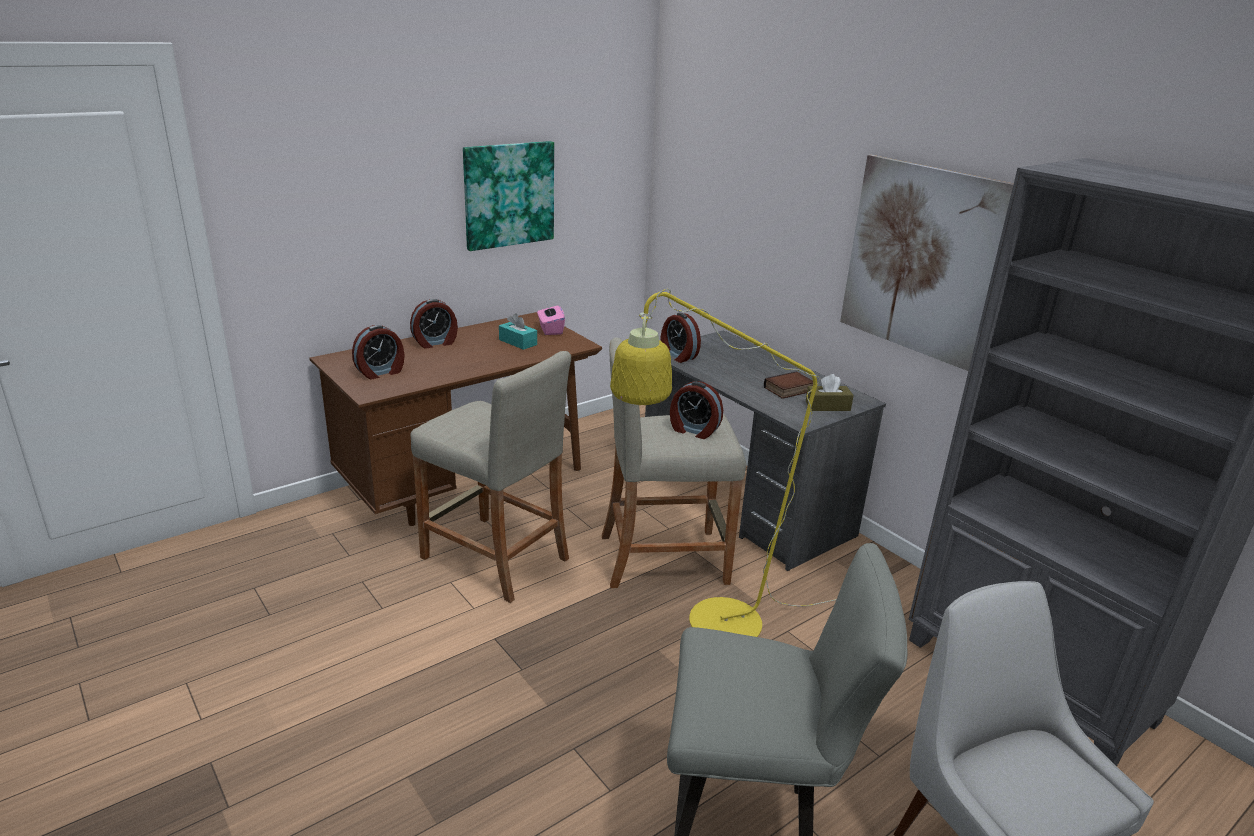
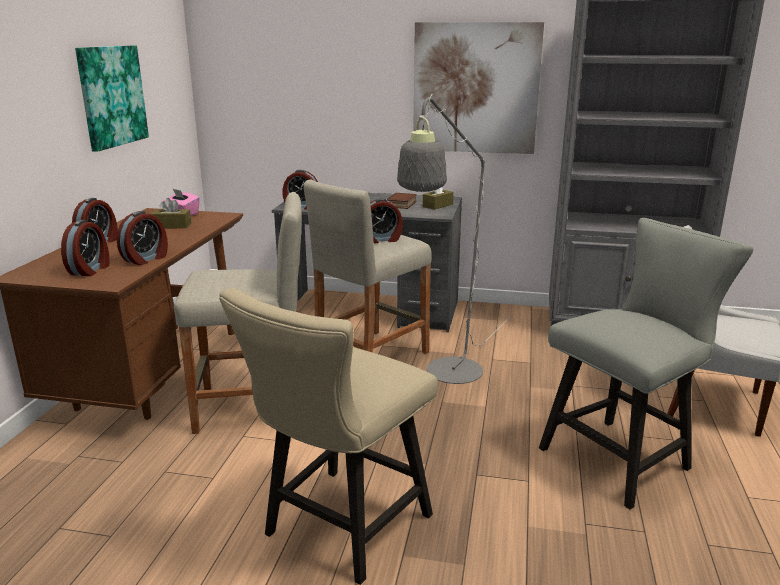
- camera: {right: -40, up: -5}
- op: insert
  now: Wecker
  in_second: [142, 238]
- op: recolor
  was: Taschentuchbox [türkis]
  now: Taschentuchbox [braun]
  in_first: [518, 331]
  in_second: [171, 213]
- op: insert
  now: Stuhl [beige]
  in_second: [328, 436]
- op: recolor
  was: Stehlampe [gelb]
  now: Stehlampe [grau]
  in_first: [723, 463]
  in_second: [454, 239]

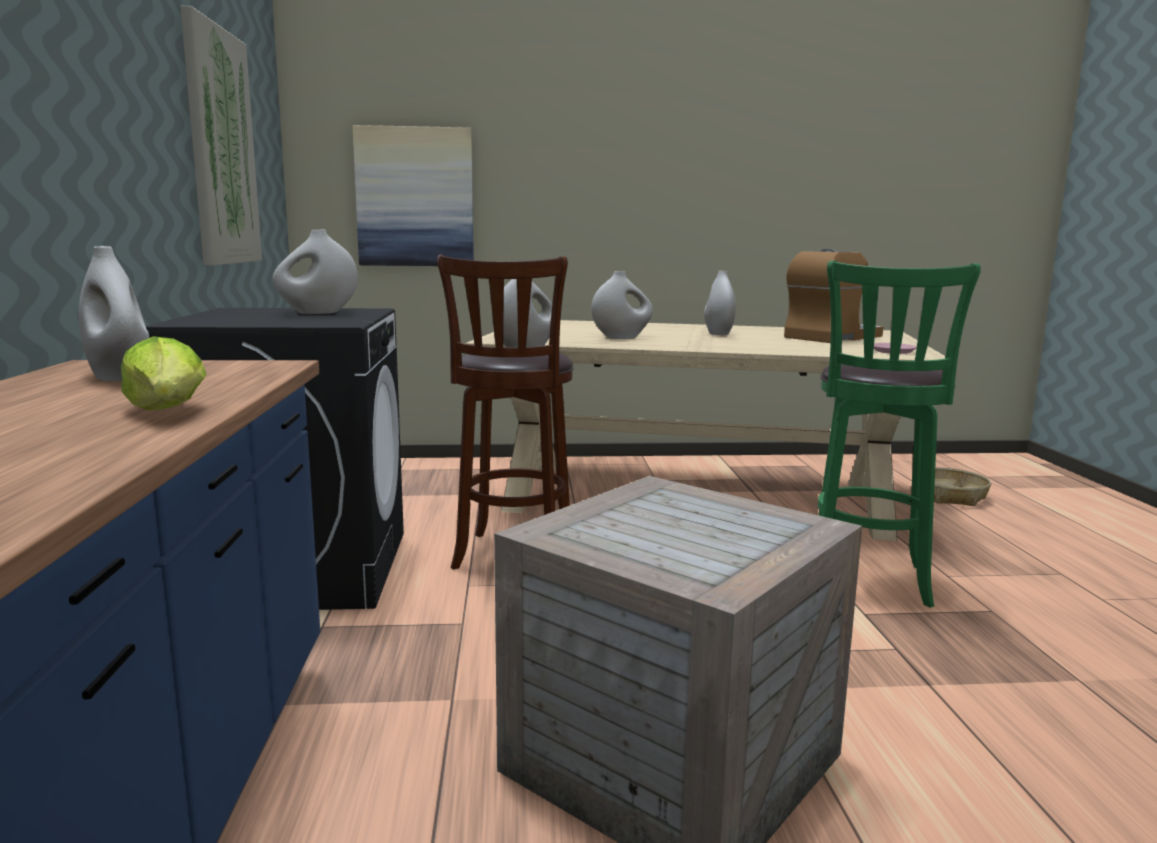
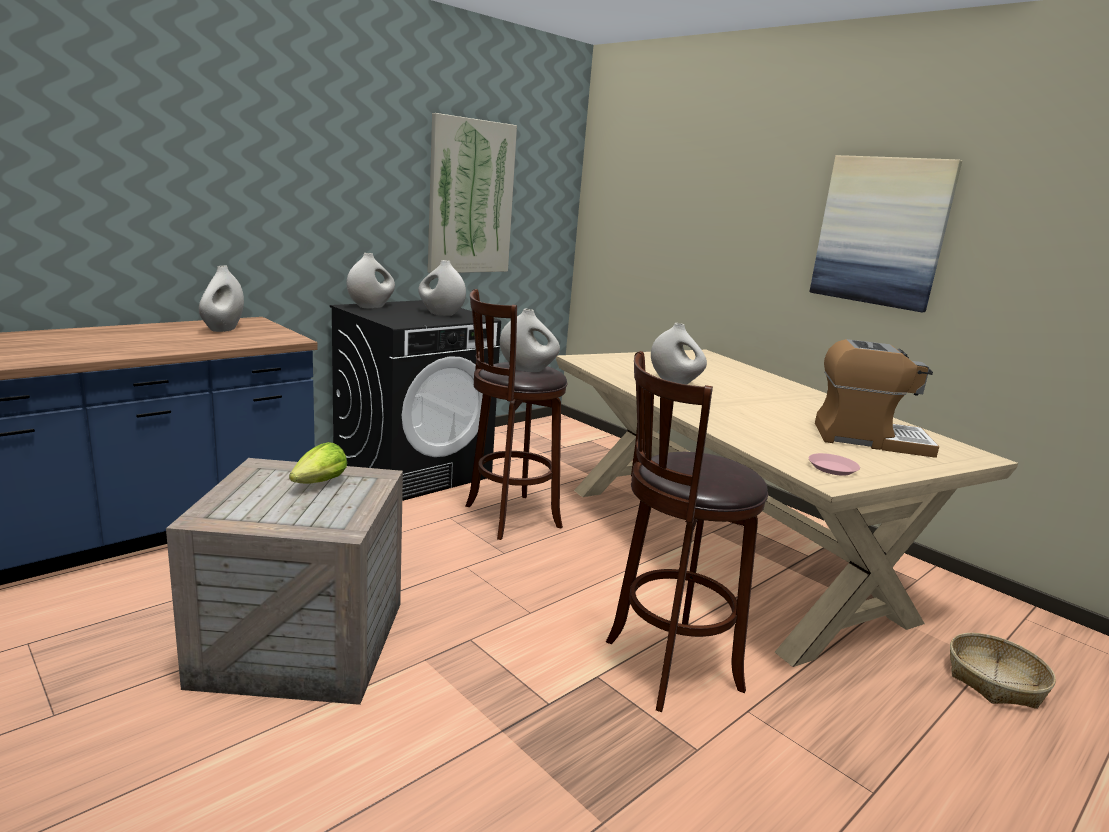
- camera: {right: 50, up: 5}
- op: move
  was: Salatkopf
  in_first: [164, 373]
  in_second: [318, 463]
- op: move
  was: Vase [weiß]
  in_first: [720, 303]
  in_second: [371, 280]
- op: recolor
  was: Hocker [grün]
  now: Hocker [braun]
  in_first: [899, 434]
  in_second: [687, 531]
- op: move
  was: Bild
  in_first: [413, 195]
  in_second: [886, 233]

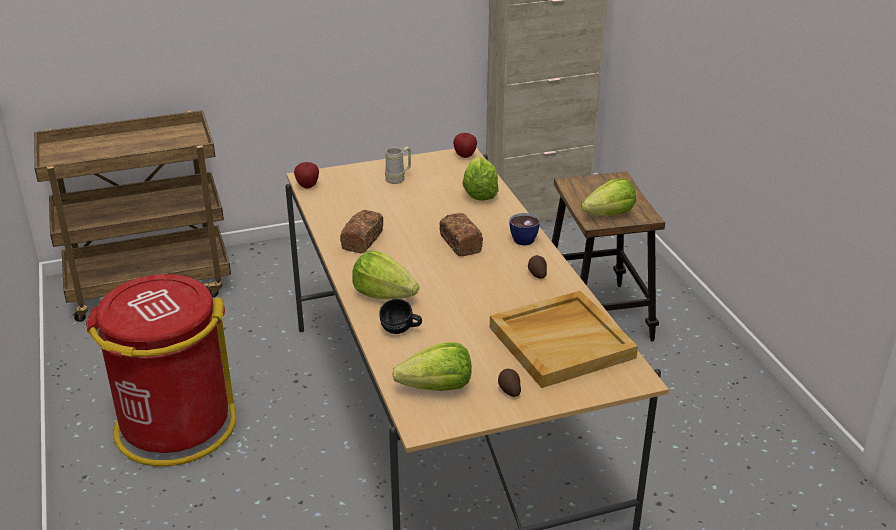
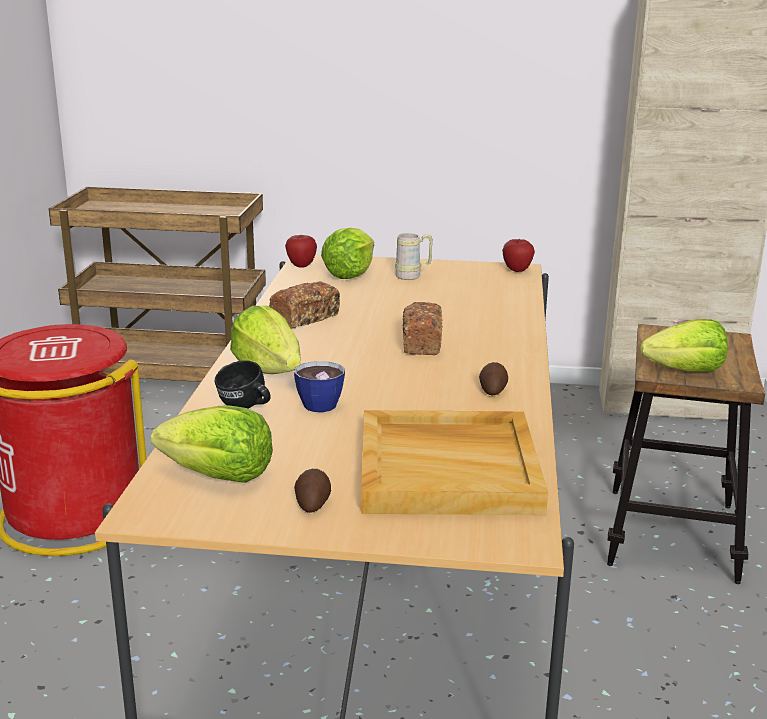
- camera: {right: 25, up: -10}
- op: move
  was: Tasse
  in_first: [524, 229]
  in_second: [319, 386]
- op: move
  was: Salatkopf
  in_first: [480, 179]
  in_second: [347, 253]

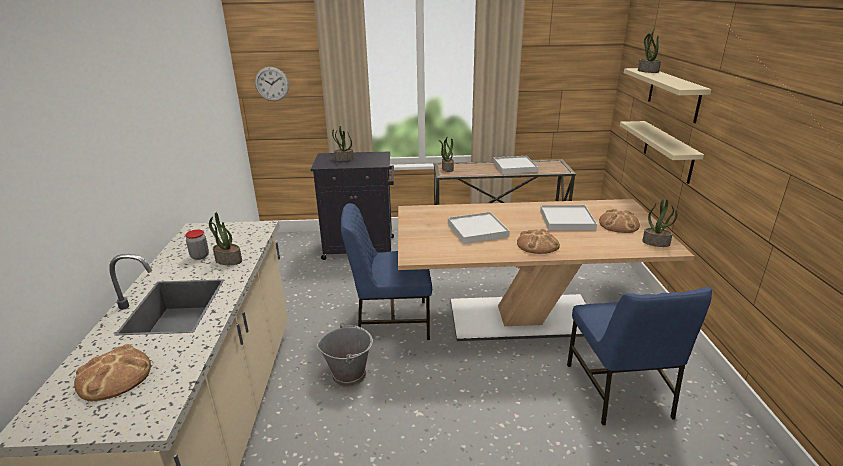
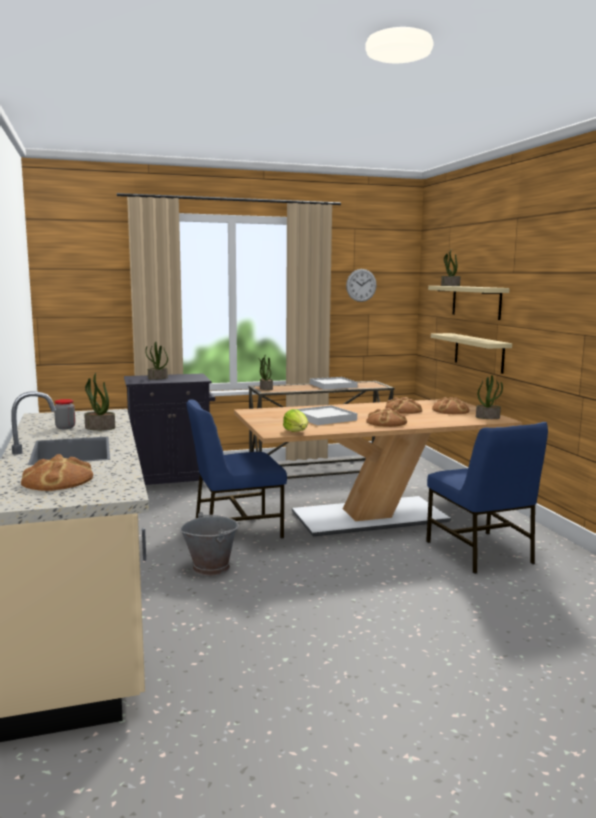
- camera: {right: -15, up: -15}
- op: insert
  now: Salatkopf
  in_second: [295, 420]
- op: move
  was: Wanduhr
  in_first: [272, 84]
  in_second: [361, 285]
- op: replace
  was: Tablett [weiß]
  now: Brot
  in_first: [568, 217]
  in_second: [403, 405]

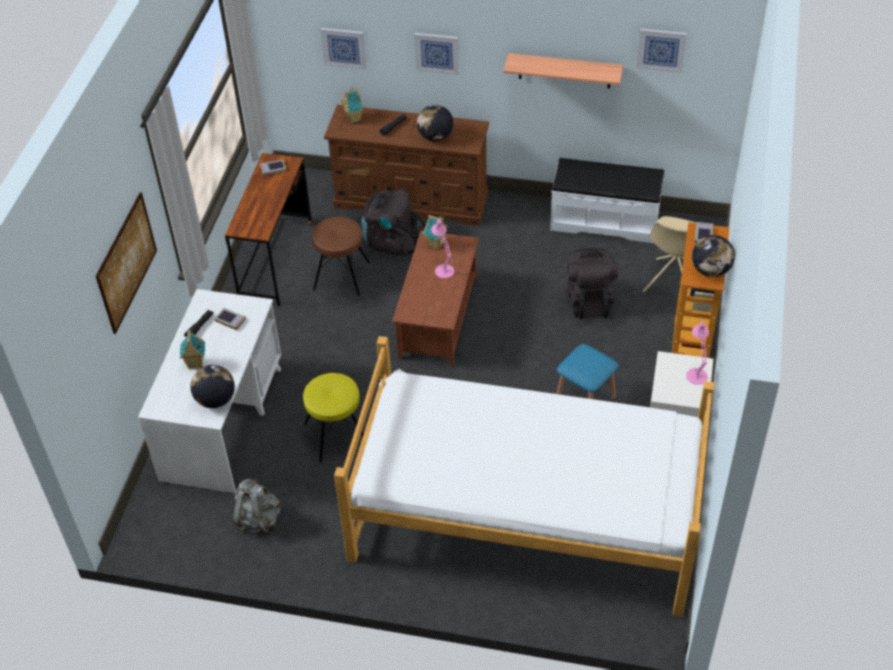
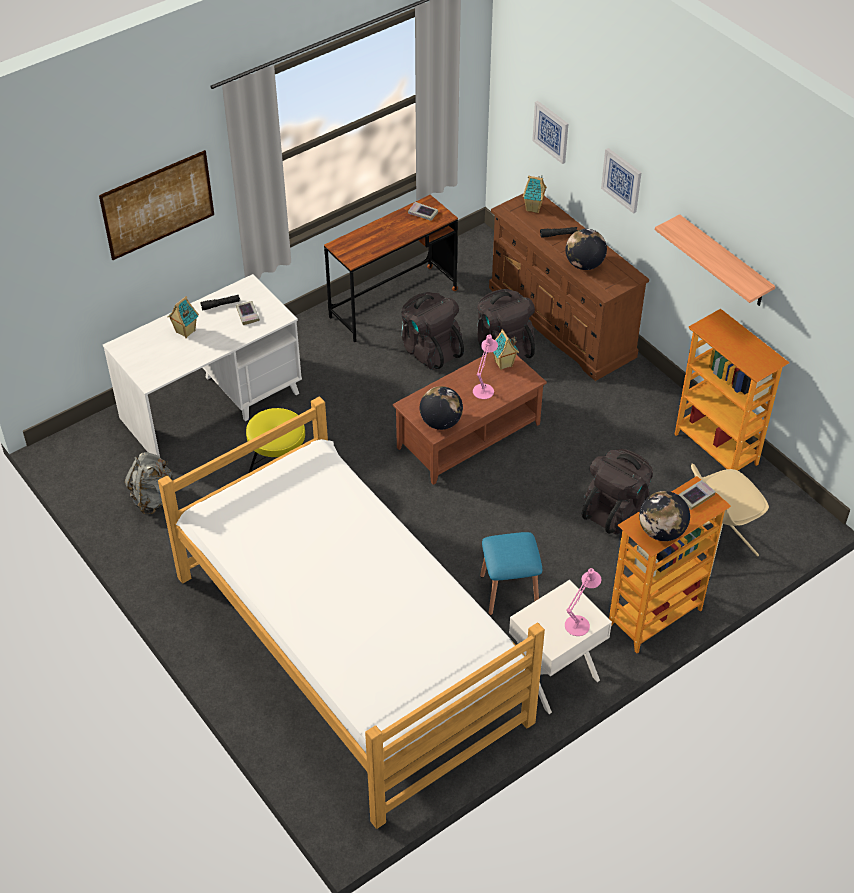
- camera: {right: 40, up: 0}
- op: replace
  was: Hocker [braun]
  now: Rucksack [schwarz]
  in_first: [341, 256]
  in_second: [432, 331]
- op: move
  was: Globus
  in_first: [212, 386]
  in_second: [441, 408]
- op: replace
  was: Bank [weiß]
  now: Bücherregal
  in_first: [607, 200]
  in_second: [732, 390]
- op: delete
  was: Bild
  in_first: [661, 50]

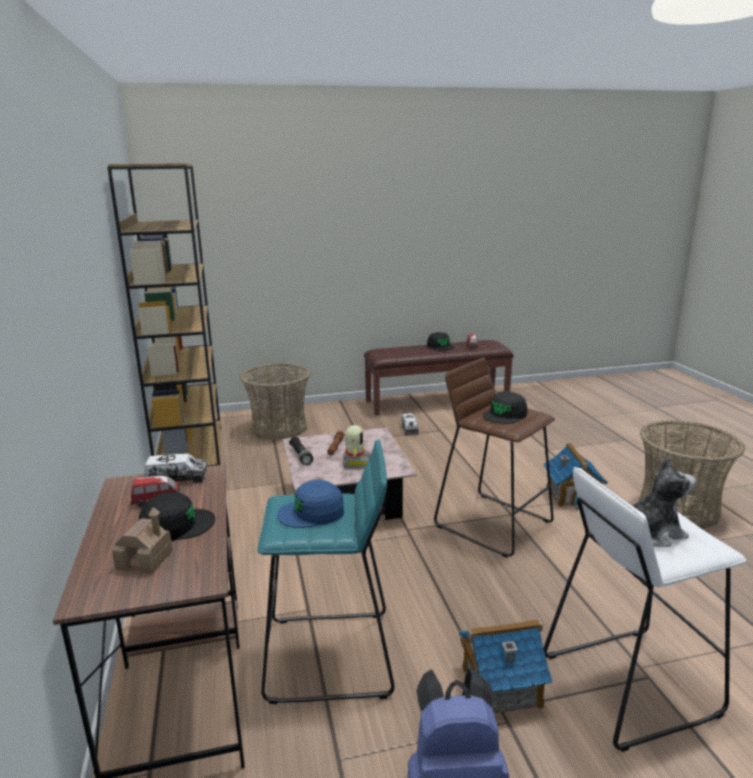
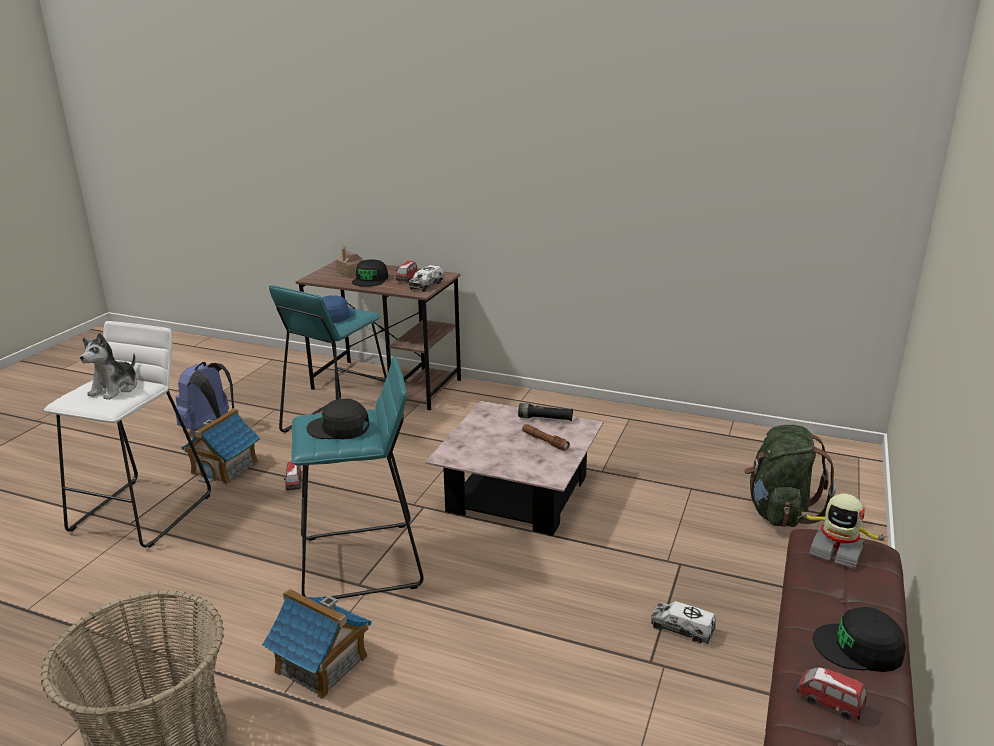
- camera: {right: 125, up: 5}
- op: insert
  now: Spielzeugauto
  in_second: [292, 476]
- op: recolor
  was: Hocker [braun]
  now: Hocker [türkis]
  in_first: [494, 458]
  in_second: [357, 477]
- op: rotate
  was: Kappe [schwarz]
  in_first: [504, 407]
  in_second: [337, 419]
  clockwise: -75
- op: replace
  was: Korb
  now: Rucksack [grün]
  in_first: [275, 401]
  in_second: [790, 476]
- op: move
  was: Spielzeugroboter
  in_first: [357, 447]
  in_second: [843, 531]
- op: delete
  was: Bücherregal [braun]
  in_first: [164, 314]

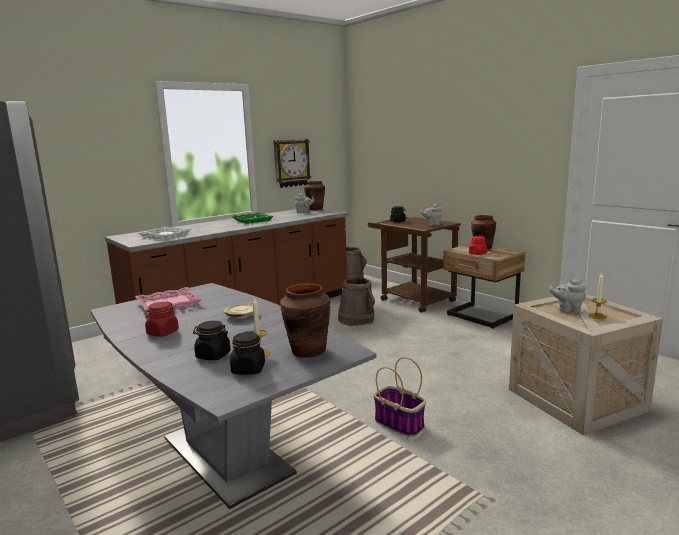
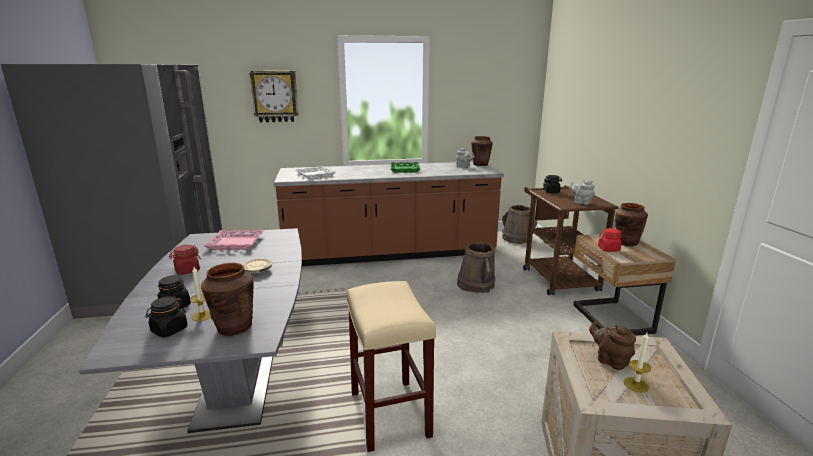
- camera: {right: 30, up: 5}
- op: move
  was: Wanduhr
  in_first: [292, 163]
  in_second: [274, 96]
- op: replace
  was: Korb
  now: Hocker [beige]
  in_first: [399, 397]
  in_second: [391, 366]
- op: recolor
  was: Teekanne [grau]
  now: Teekanne [braun]
  in_first: [567, 296]
  in_second: [612, 345]

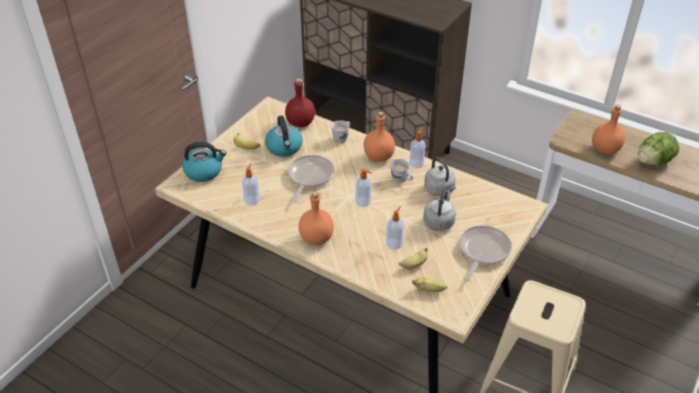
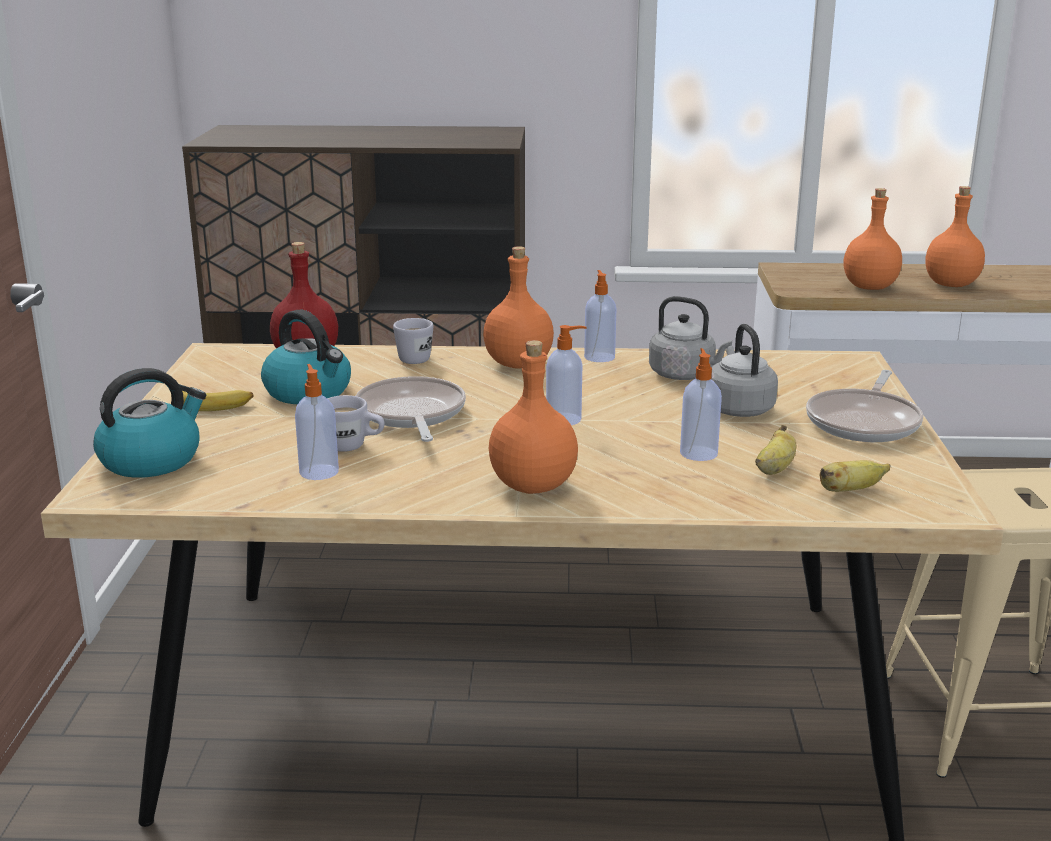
- camera: {right: -30, up: -20}
- op: move
  was: Henkelbecher [weiß]
  in_first: [401, 171]
  in_second: [356, 423]
- op: rotate
  was: Pfanne
  in_first: [485, 253]
  in_second: [865, 406]
  clockwise: -150
- op: replace
  was: Salatkopf
  now: Flasche [orange]
  in_first: [659, 148]
  in_second: [955, 236]

